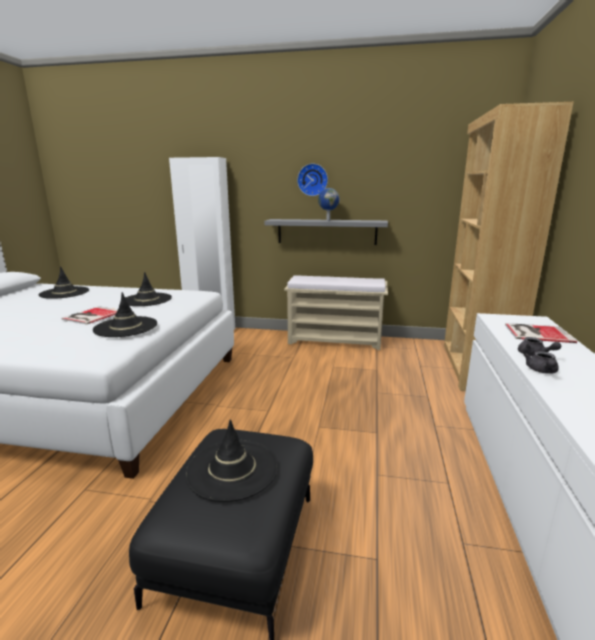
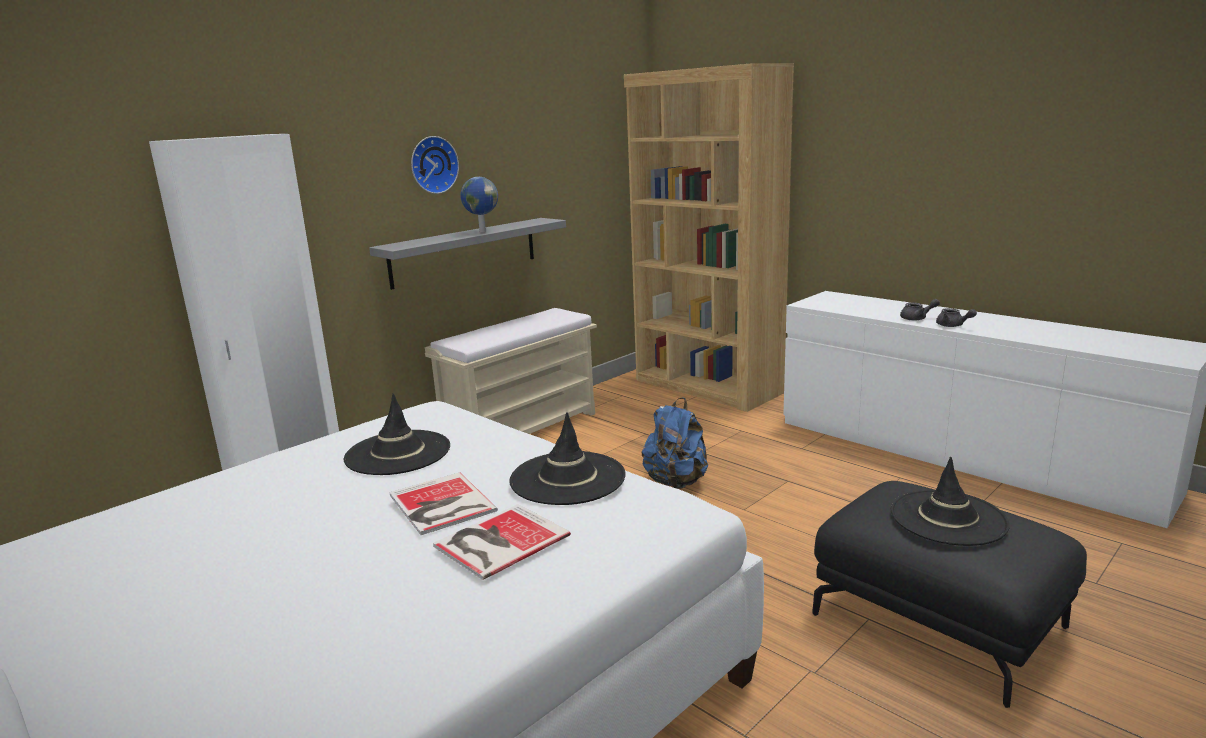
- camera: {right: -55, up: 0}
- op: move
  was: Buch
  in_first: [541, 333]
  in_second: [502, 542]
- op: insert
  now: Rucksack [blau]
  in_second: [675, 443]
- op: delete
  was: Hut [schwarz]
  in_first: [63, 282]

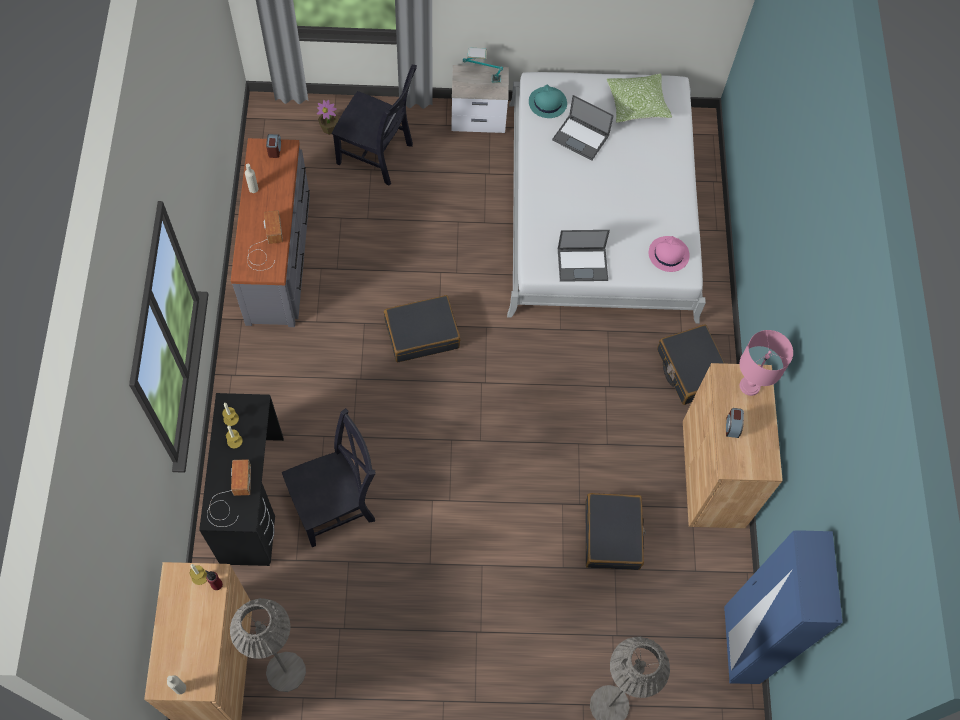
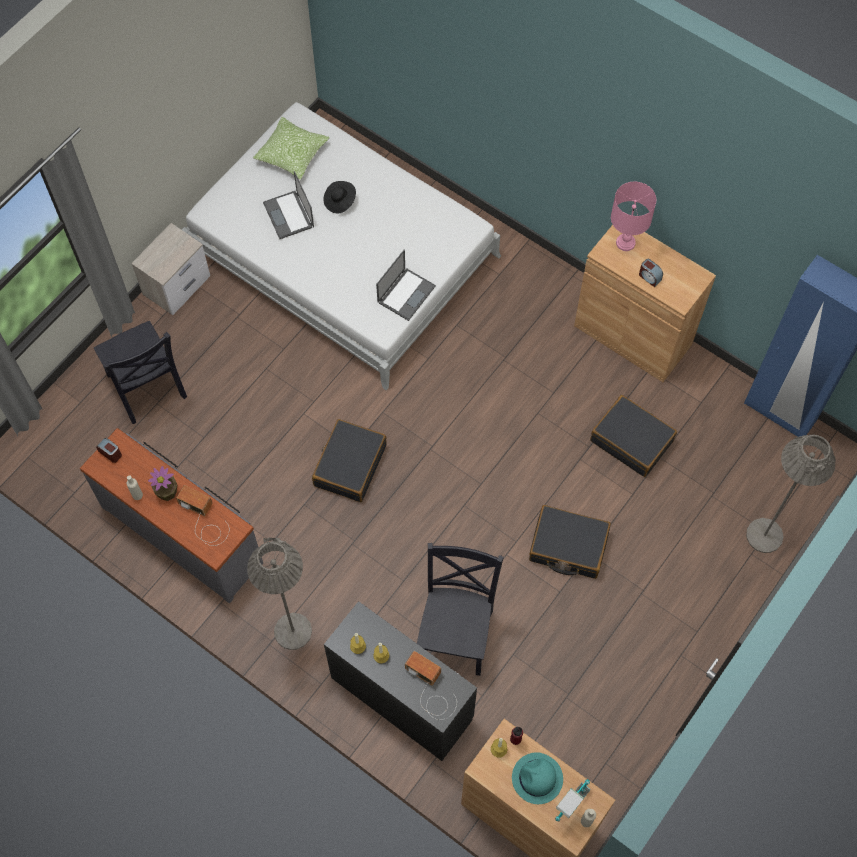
- camera: {right: -50, up: 0}
- op: rotate
  was: Stuhl [schwarz]
  in_first: [374, 125]
  in_second: [140, 372]
  clockwise: 90
- op: move
  was: Topfpflanze
  in_first: [328, 117]
  in_second: [162, 483]
- op: move
  was: Stehlampe [grau]
  in_first: [268, 645]
  in_second: [279, 594]
- op: rotate
  was: Laptop
  in_first: [583, 128]
  in_second: [288, 205]
  clockwise: 90
- op: insert
  now: Hut [schwarz]
  in_second: [339, 197]
- op: move
  was: Hut [türkis]
  in_first: [548, 101]
  in_second: [537, 778]
- op: move
  was: Koffer [schwarz]
  in_first: [691, 364]
  in_second: [570, 542]
- op: move
  was: Tischlampe
  in_first: [483, 65]
  in_second: [573, 800]
- op: delete
  was: Hut [rosa]
  in_first: [669, 254]

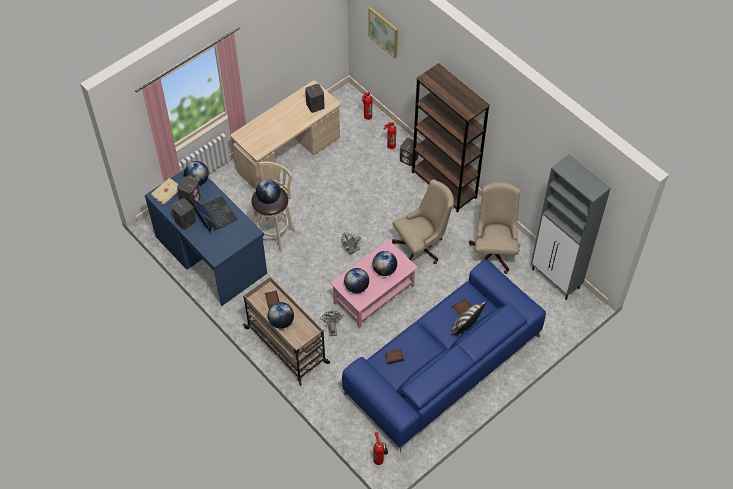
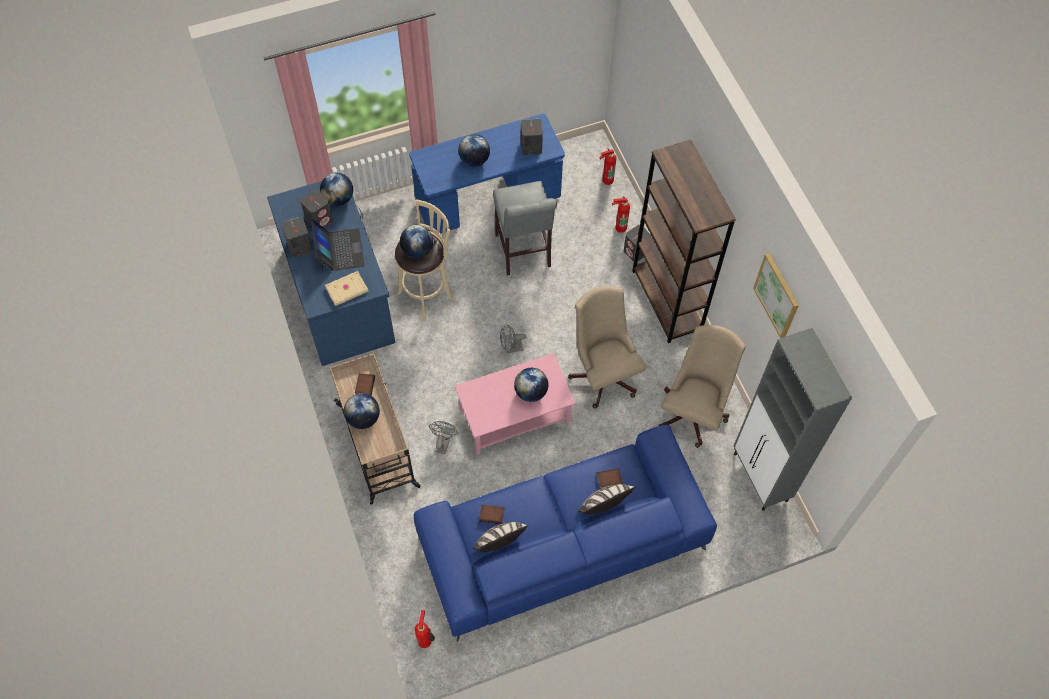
- camera: {right: 20, up: 5}
- op: move
  was: Buch [beige]
  in_first: [164, 191]
  in_second: [347, 288]
- op: recolor
  was: Schreibtisch [beige]
  now: Schreibtisch [blau]
  in_first: [286, 135]
  in_second: [487, 173]
- op: move
  was: Globus
  in_first: [356, 280]
  in_second: [474, 150]
- op: insert
  now: Kissen
  in_second: [500, 537]
- op: insert
  now: Hocker [grau]
  in_second: [525, 228]
- op: rotate
  was: Bürostuhl [beige]
  in_first: [423, 222]
  in_second: [607, 347]
  clockwise: -105
- op: move
  was: Bild
  in_first: [383, 32]
  in_second: [776, 295]

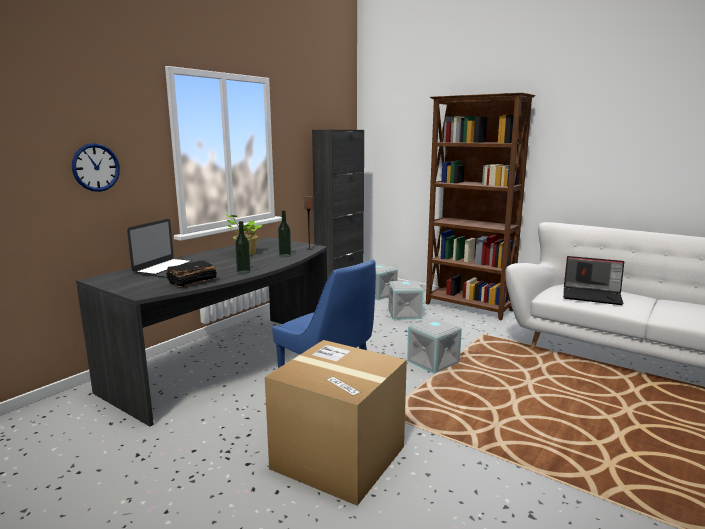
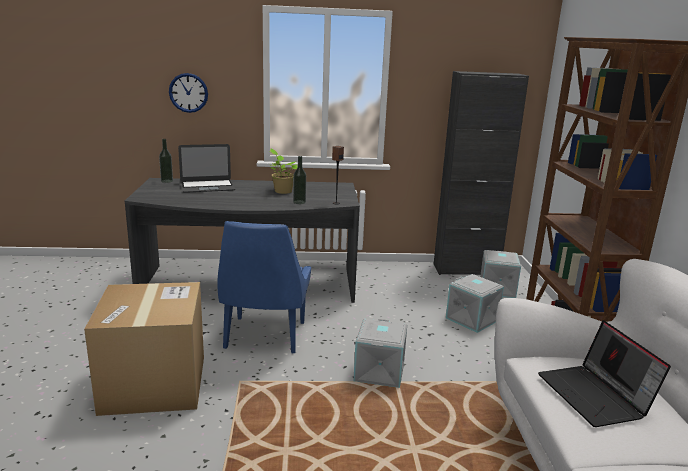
- camera: {right: 50, up: 5}
- op: move
  was: Flasche
  in_first: [243, 247]
  in_second: [166, 161]
- op: delete
  was: Buch [schwarz]
  in_first: [191, 274]

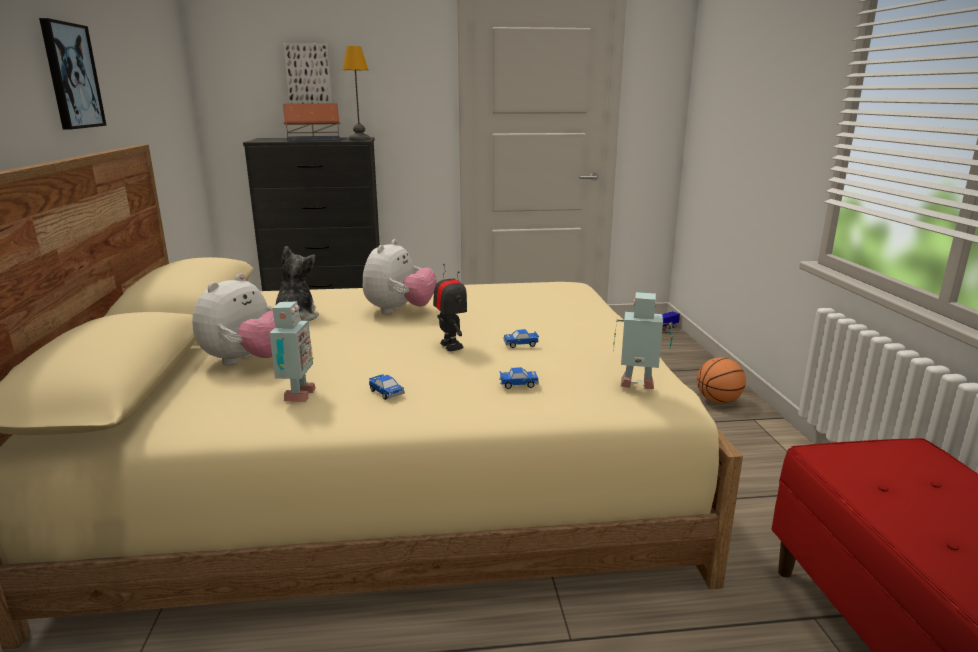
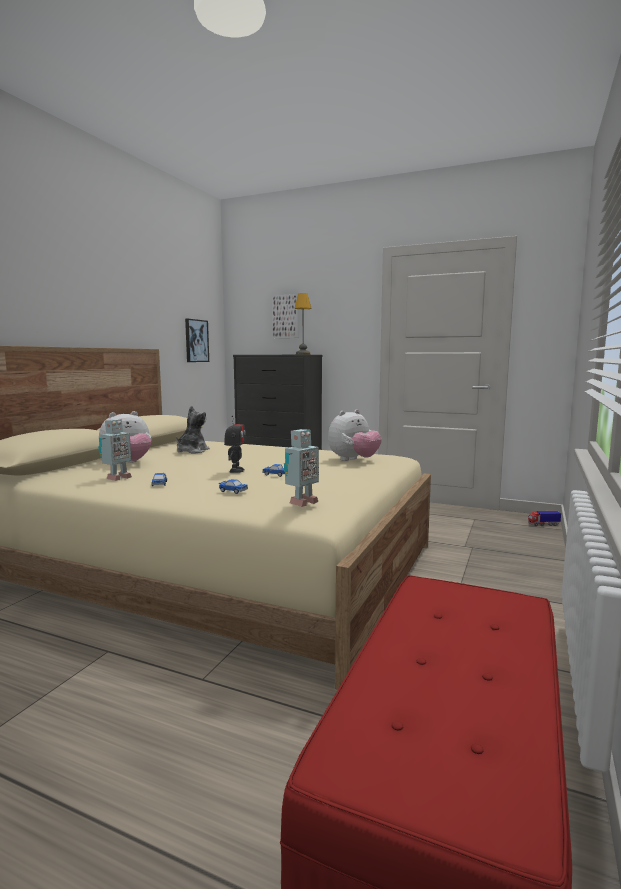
- camera: {right: 30, up: -10}
- op: move
  was: Bild
  in_first: [73, 74]
  in_second: [197, 340]
- op: rotate
  was: Spielzeugroboter
  in_first: [643, 340]
  in_second: [301, 468]
  clockwise: 90
- op: move
  was: Plüschtier
  in_first: [400, 276]
  in_second: [355, 435]
- op: delete
  was: Spielzeughaus
  in_first: [311, 122]
- op: delete
  was: Basketball
  in_first: [721, 380]

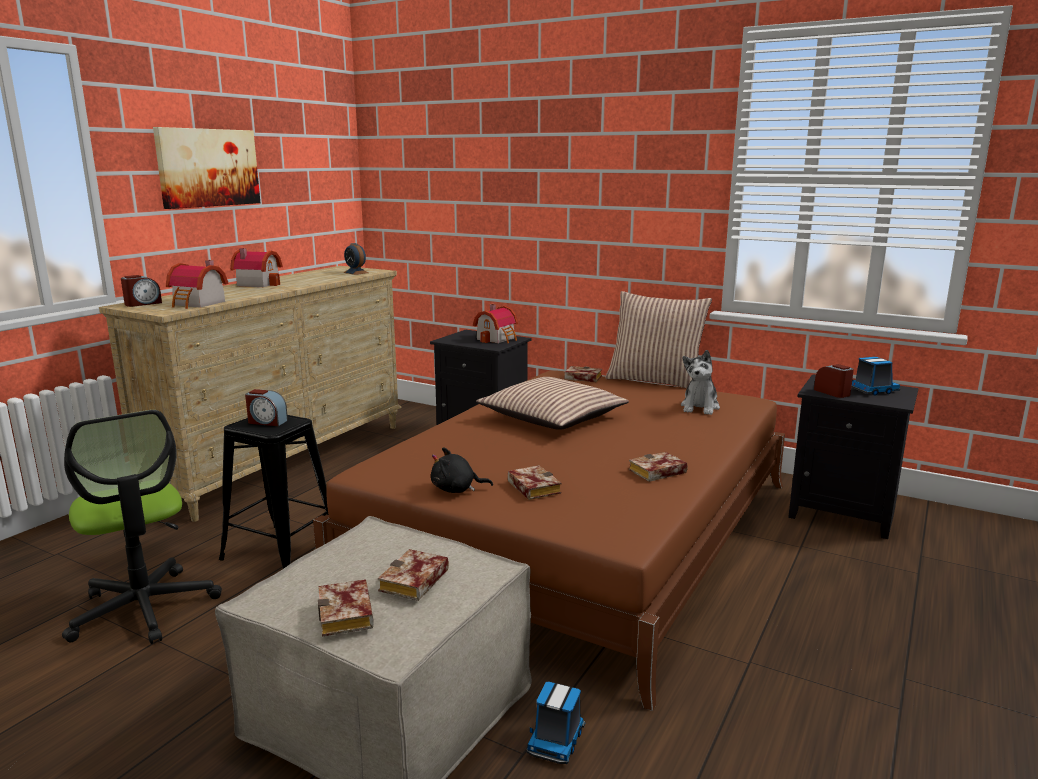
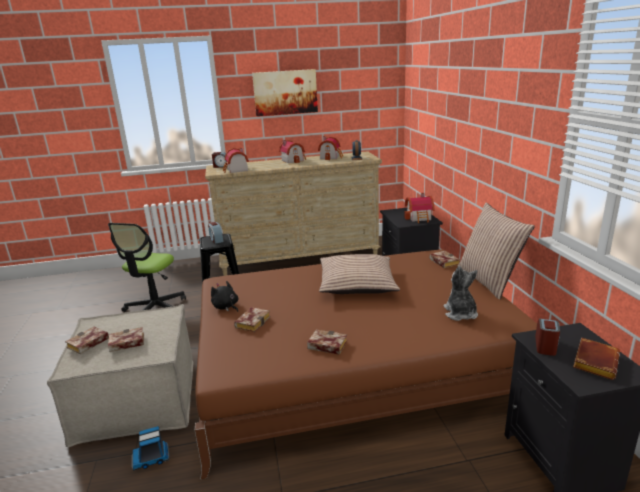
- camera: {right: 50, up: 5}
- op: insert
  now: Spielzeughaus
  in_second: [330, 148]
- op: rotate
  was: Plüschtier
  in_first: [700, 382]
  in_second: [461, 293]
  clockwise: 105
- op: replace
  was: Spielzeuglaster
  now: Buch [braun]
  in_first: [875, 376]
  in_second: [596, 359]

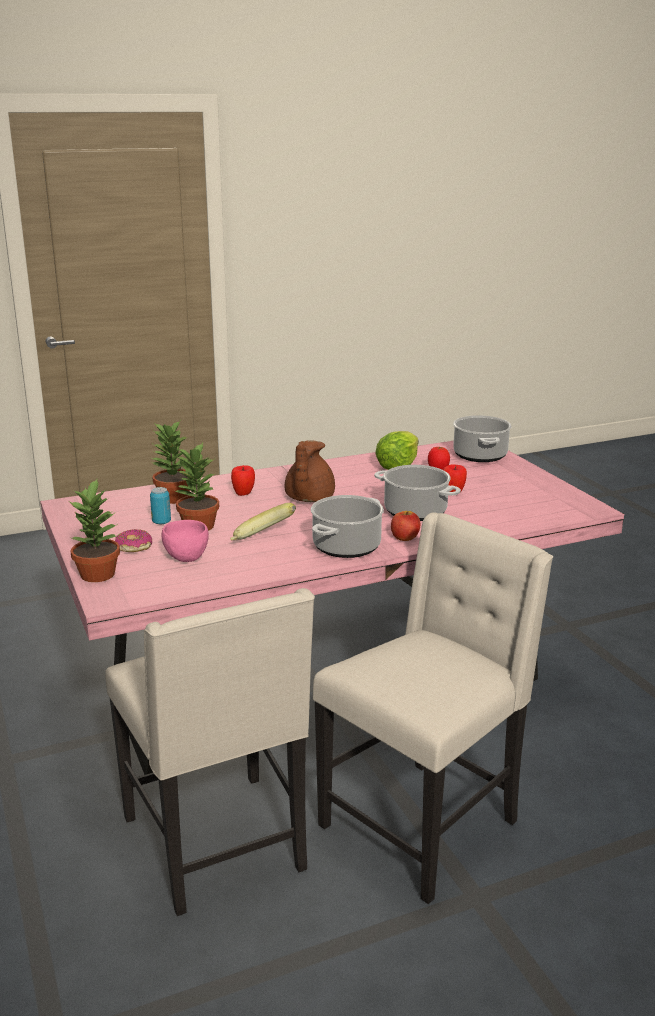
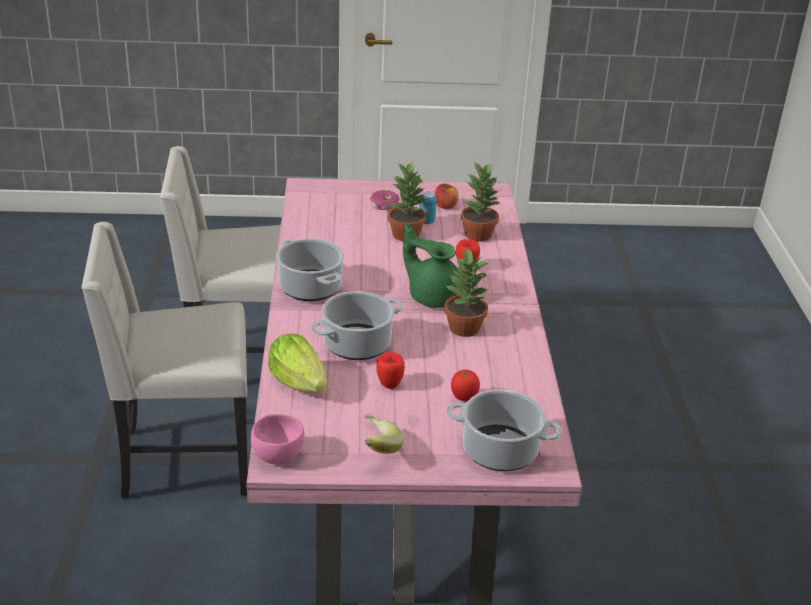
- camera: {right: 110, up: 10}
- op: rotate
  was: Stuhl [beige]
  in_first: [433, 708]
  in_second: [165, 360]
  clockwise: 105
- op: move
  was: Schüssel [rosa]
  in_first: [185, 541]
  in_second: [278, 439]
- op: move
  was: Salatkopf
  in_first: [397, 450]
  in_second: [297, 363]
- op: move
  was: Banane
  in_first: [263, 522]
  in_second: [384, 433]
- op: recolor
  was: Teekanne [braun]
  now: Teekanne [grün]
  in_first: [310, 471]
  in_second: [431, 266]
- op: move
  was: Apfel
  in_first: [405, 526]
  in_second: [446, 196]
- op: move
  was: Topfpflanze
  in_first: [95, 530]
  in_second: [467, 292]

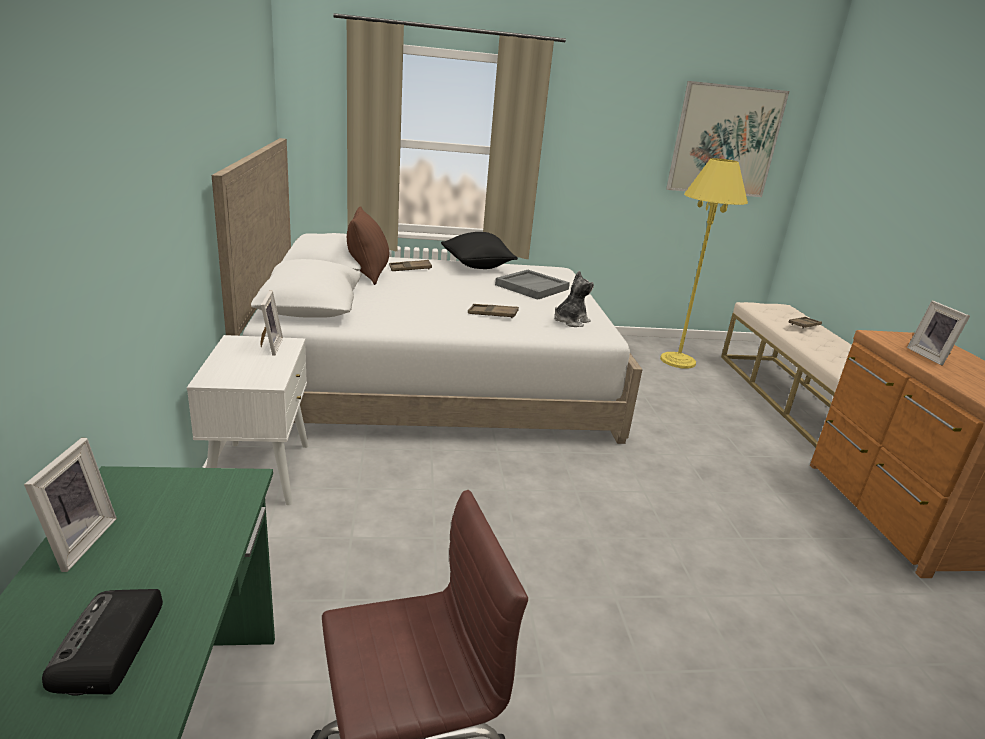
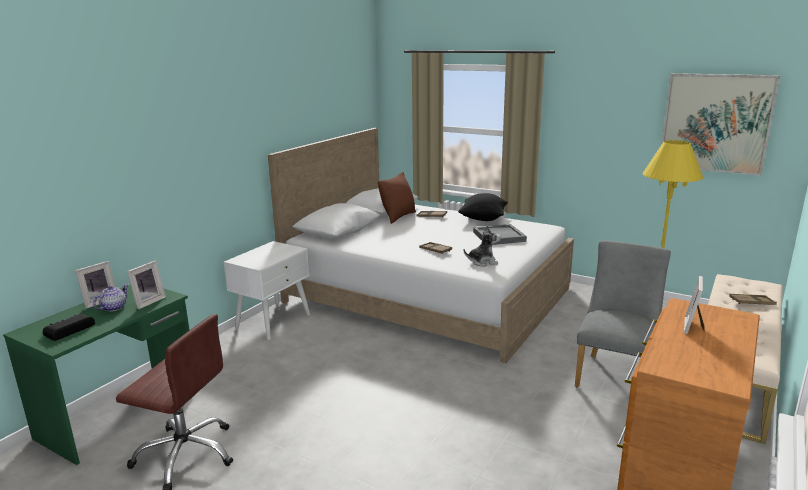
- camera: {right: 40, up: -5}
- op: insert
  now: Teekanne
  in_second: [110, 298]
- op: move
  was: Bilderrahmen
  in_first: [271, 323]
  in_second: [146, 285]
- op: insert
  now: Stuhl [grau]
  in_second: [623, 314]

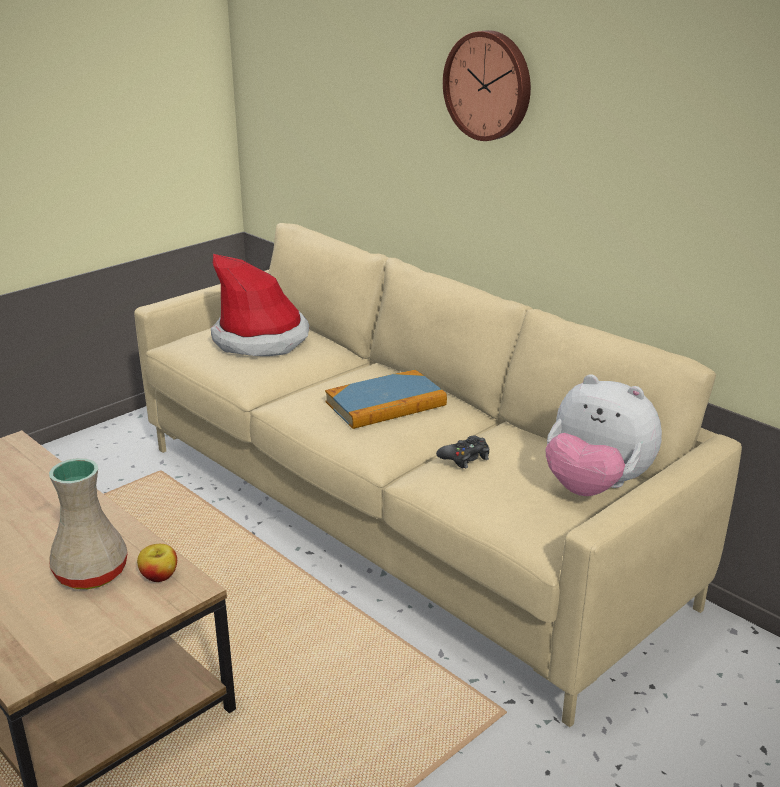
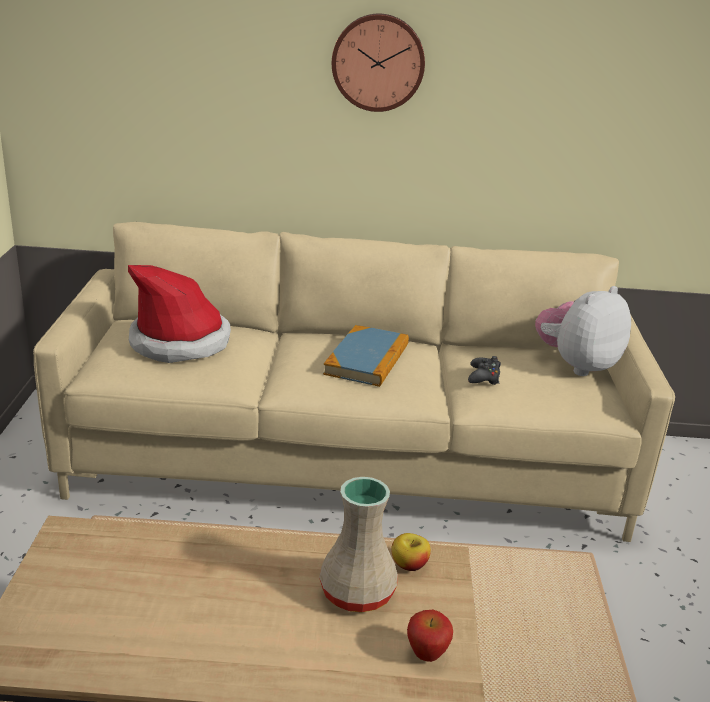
- camera: {right: -45, up: 0}
- op: insert
  now: Apfel
  in_second: [430, 636]
- op: rotate
  was: Plüschtier
  in_first: [603, 435]
  in_second: [583, 331]
  clockwise: 150

